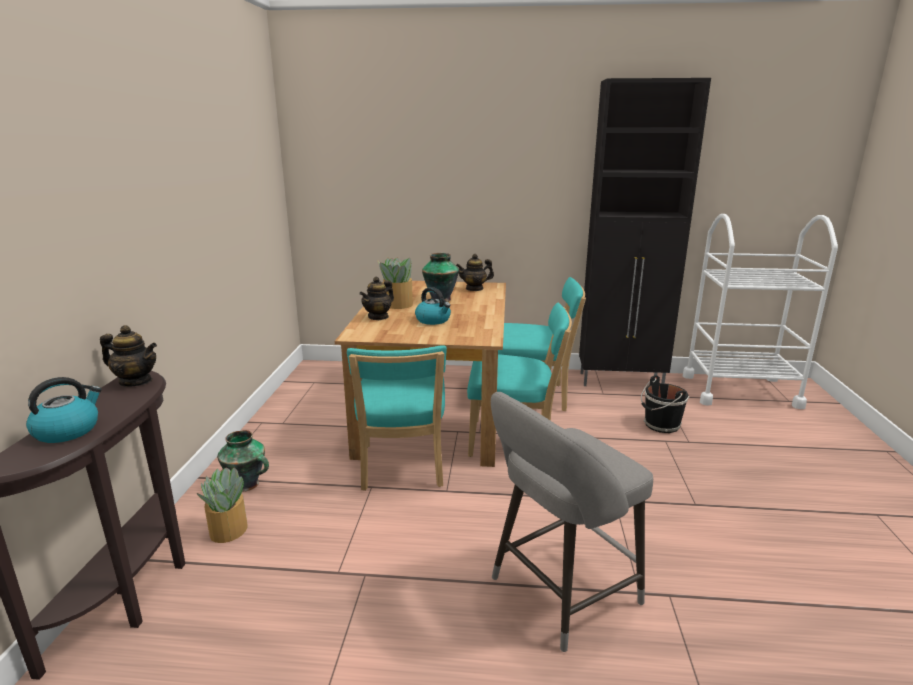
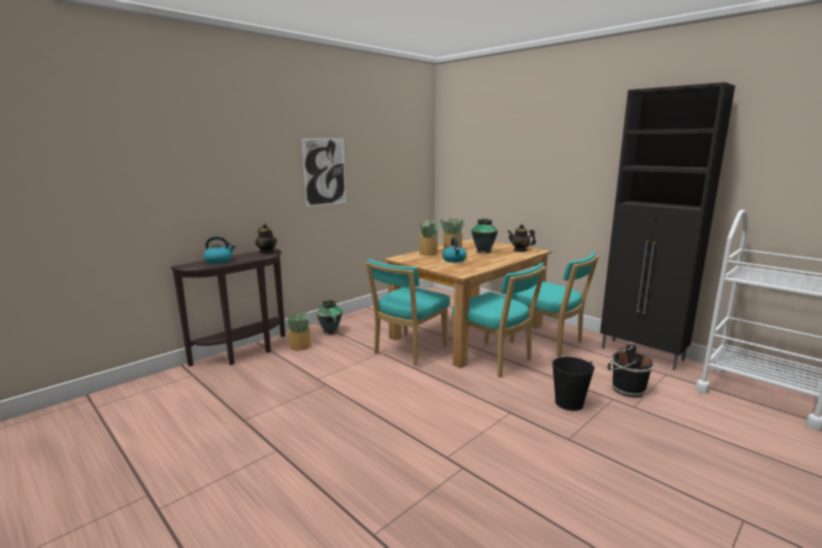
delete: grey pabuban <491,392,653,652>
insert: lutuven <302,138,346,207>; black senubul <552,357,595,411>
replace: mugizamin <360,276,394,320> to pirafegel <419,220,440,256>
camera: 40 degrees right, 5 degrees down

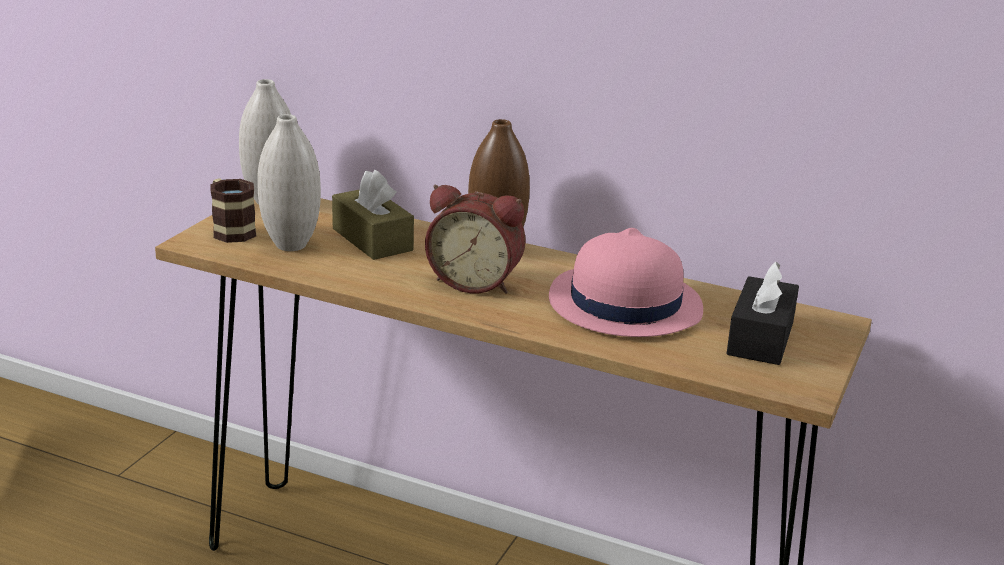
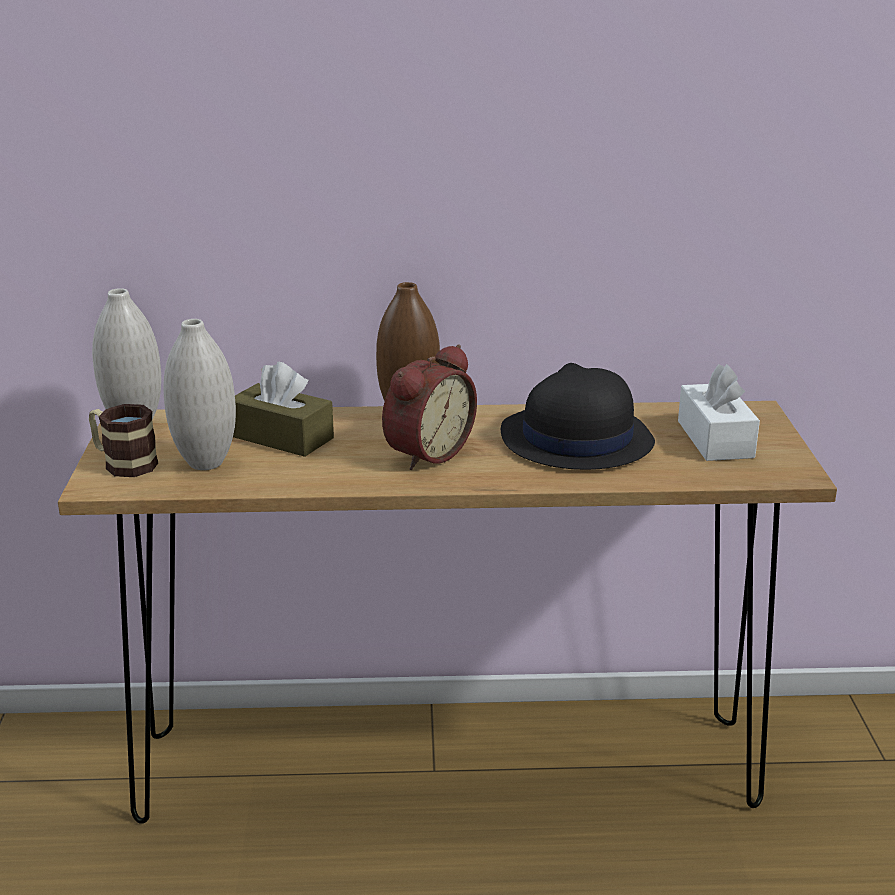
recolor: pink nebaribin <549,228,703,337> to black nebaribin <501,363,655,470>; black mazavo <726,262,799,365> to white mazavo <678,364,760,461>
rotate: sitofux <425,185,526,294> = <382,344,477,470> 45 degrees counterclockwise
camera: 25 degrees left, 0 degrees up

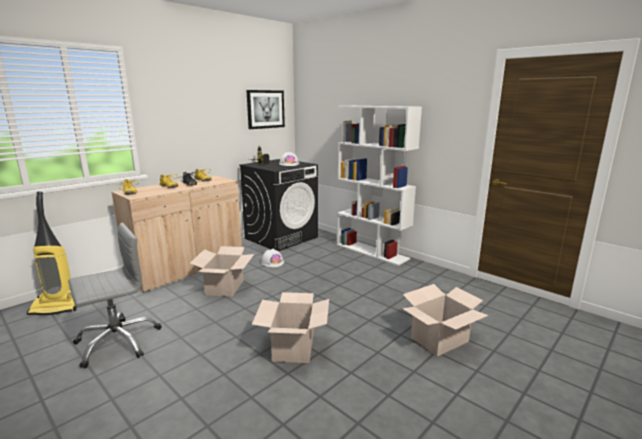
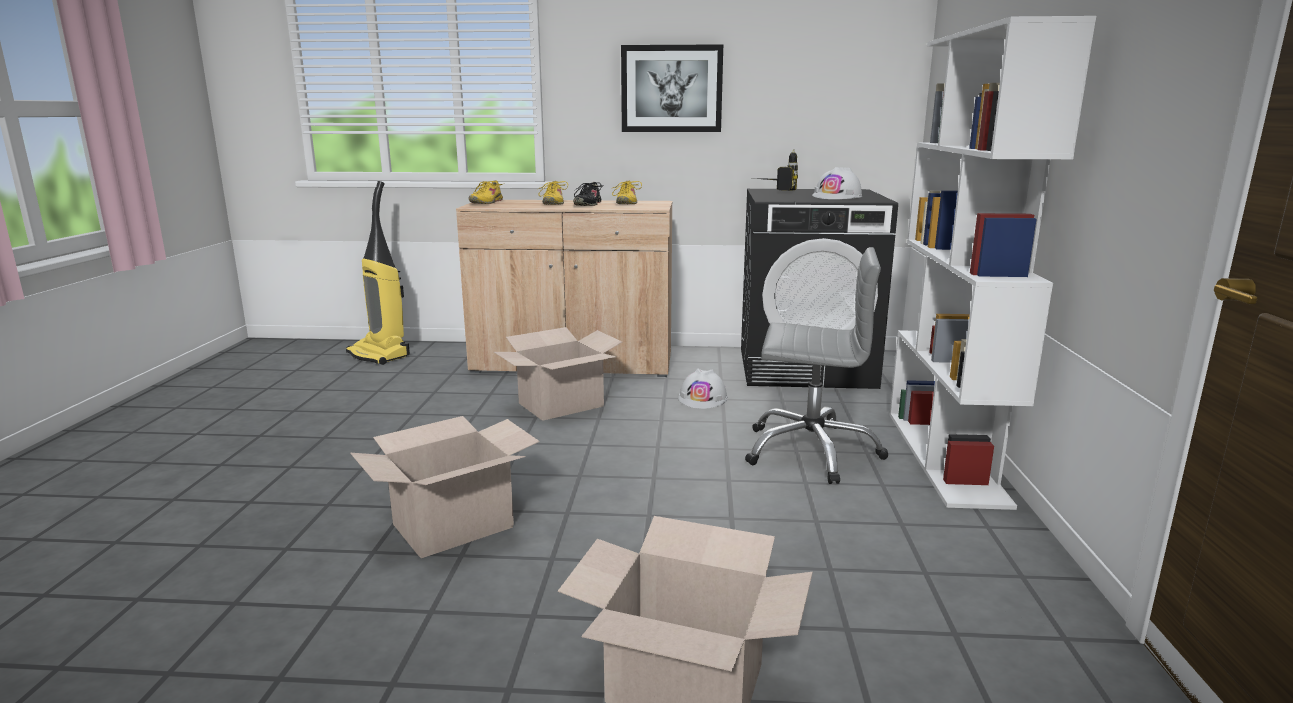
move: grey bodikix <68,223,161,369> to <745,247,889,484>; lutuven <246,90,285,129> to <621,44,723,132>
camera: 50 degrees right, 0 degrees up

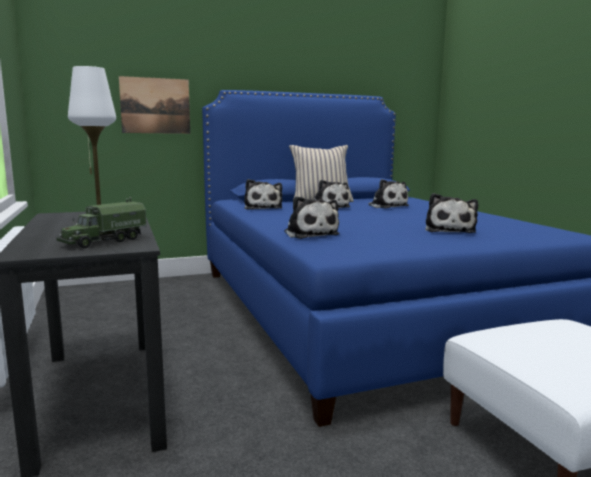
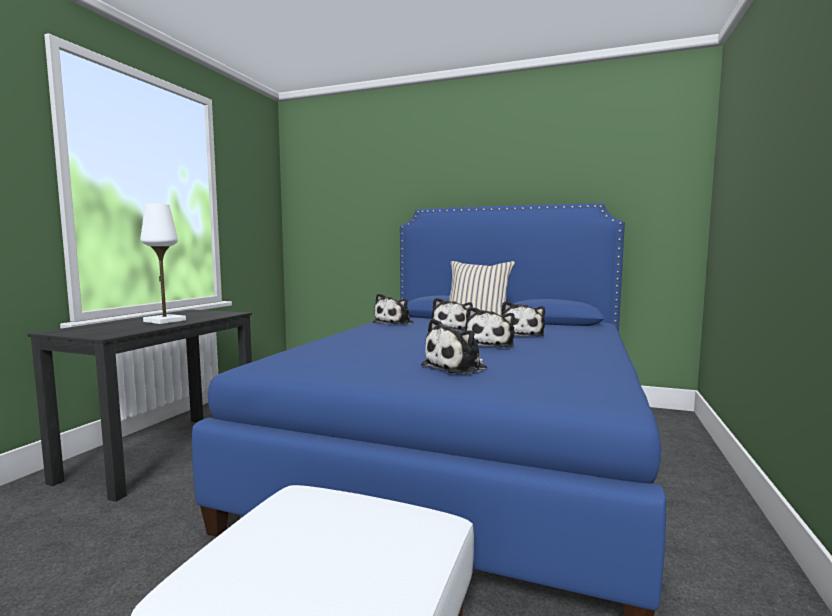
delete: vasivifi <57,197,147,248>; lutuven <119,76,190,134>
move: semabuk <284,196,340,239> to <465,307,515,347>
camera: 40 degrees right, 5 degrees down

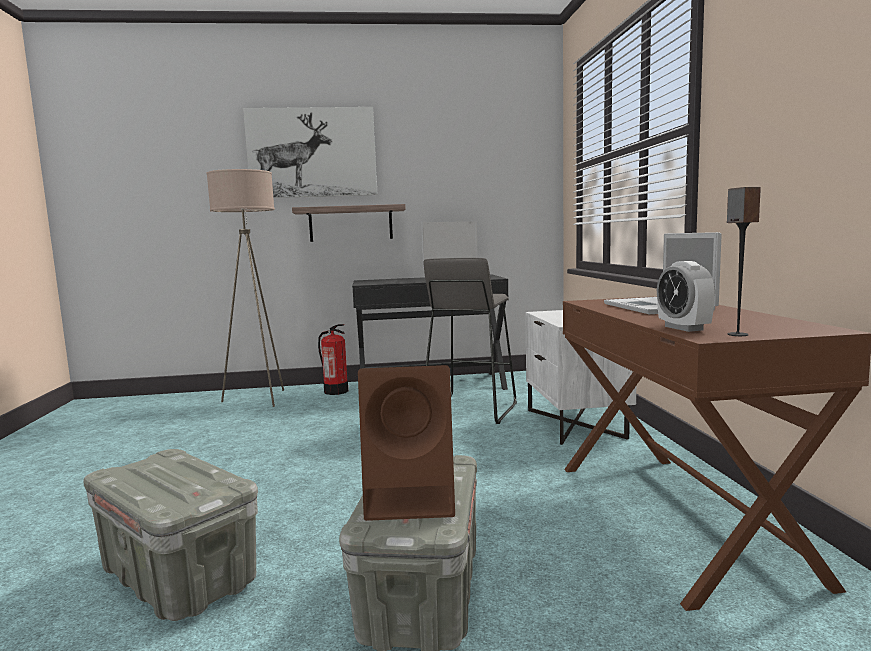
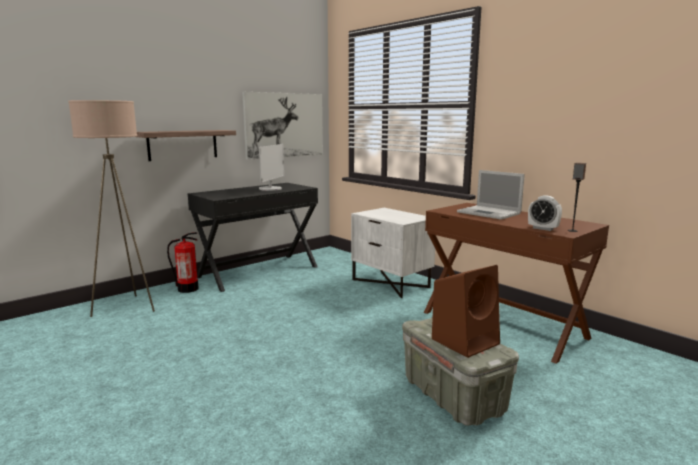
delete: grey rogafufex <83,449,258,621>; grey pabuban <423,258,517,424>
move: lutuven <243,107,378,198> to <242,92,323,160>
camera: 35 degrees left, 5 degrees up

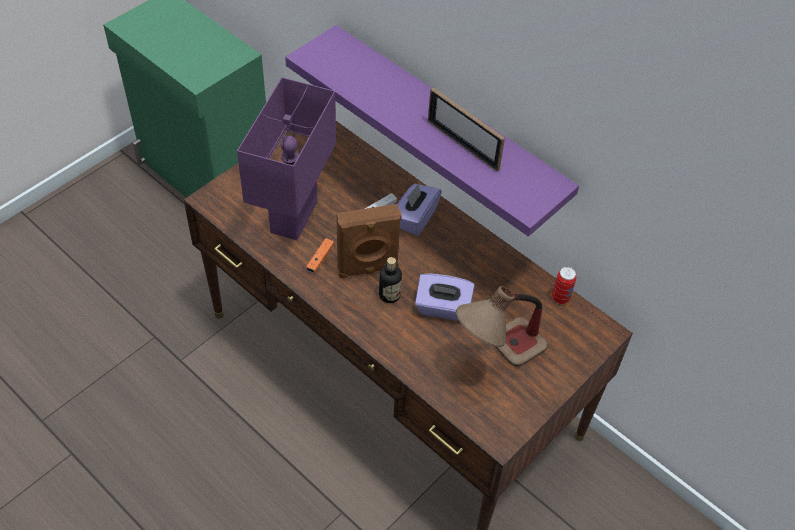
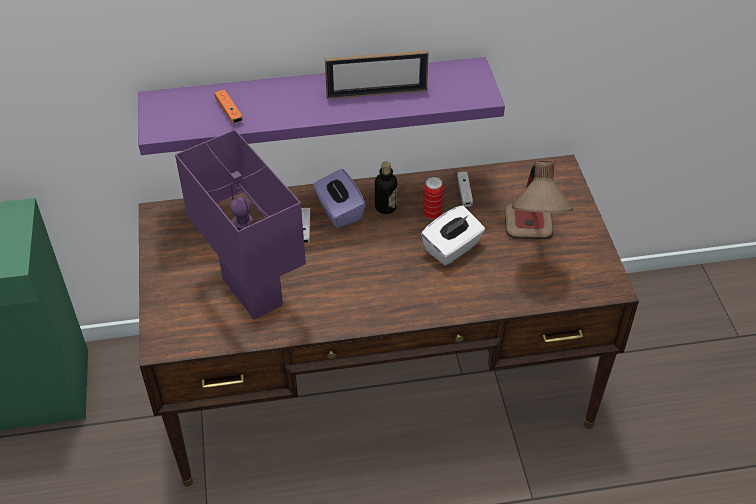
delete: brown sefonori <337,204,402,278>
insert: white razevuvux <457,172,473,207>
move: orange razevuvux <306,238,334,273> to <214,89,243,124>; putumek <379,257,402,303> to <375,162,397,214>; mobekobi <552,267,576,304> to <423,177,444,219>
recolor: purple mazavo <415,273,474,321> to white mazavo <421,205,485,266>
camera: 50 degrees left, 5 degrees down

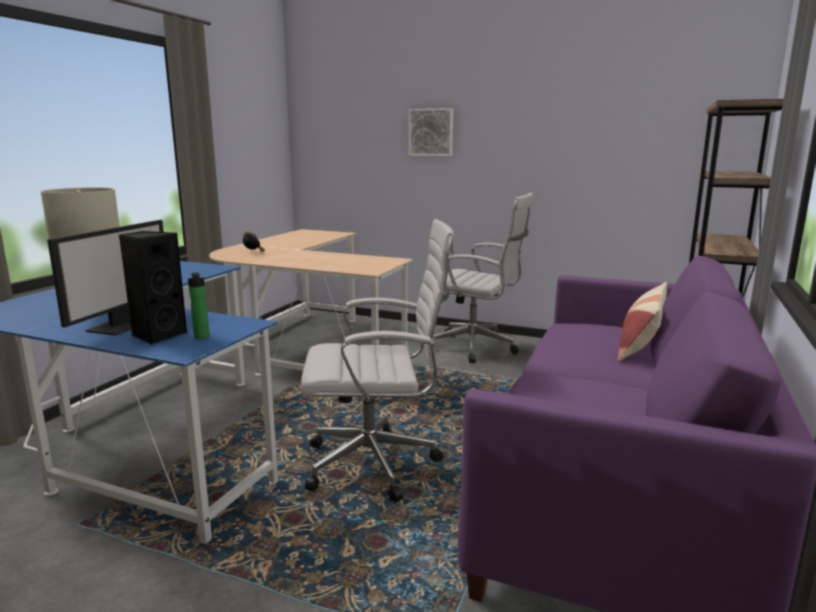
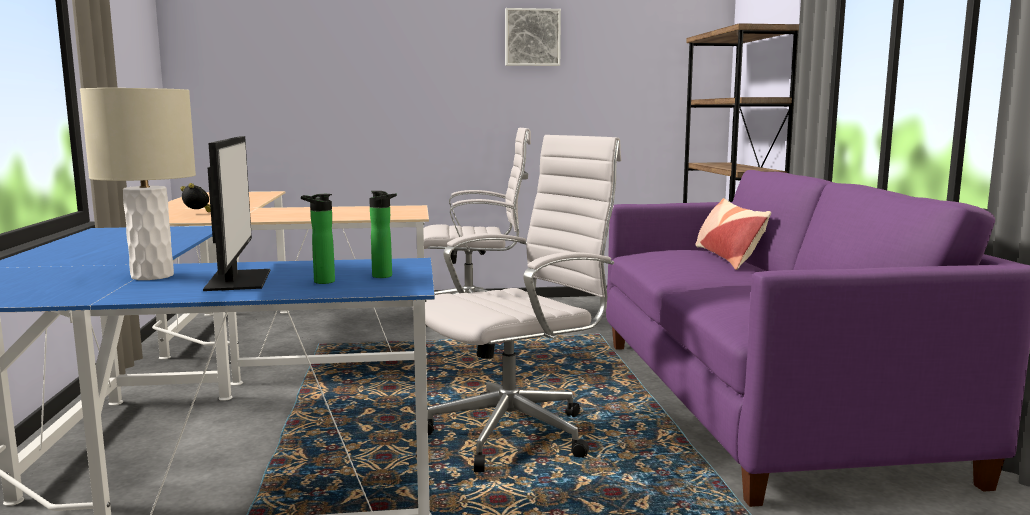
move: lutuven <409,108,453,156> to <505,8,561,66>
replace: black sefonori <119,231,187,345> to putumek <301,194,335,284>
camera: 30 degrees left, 5 degrees down

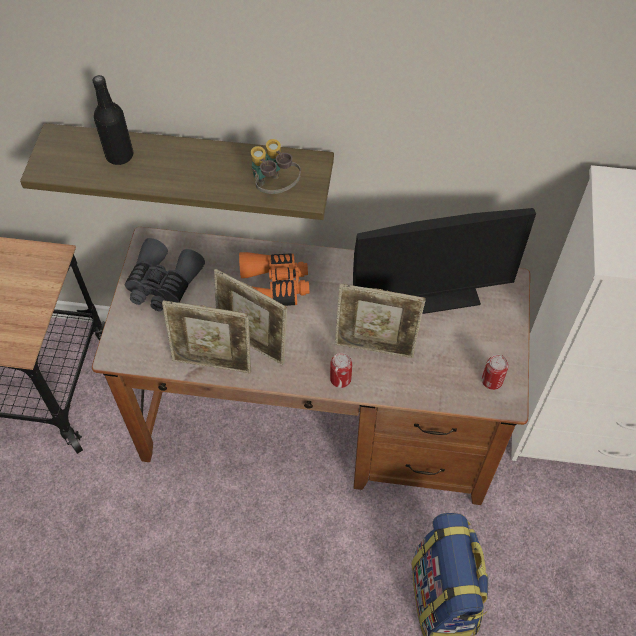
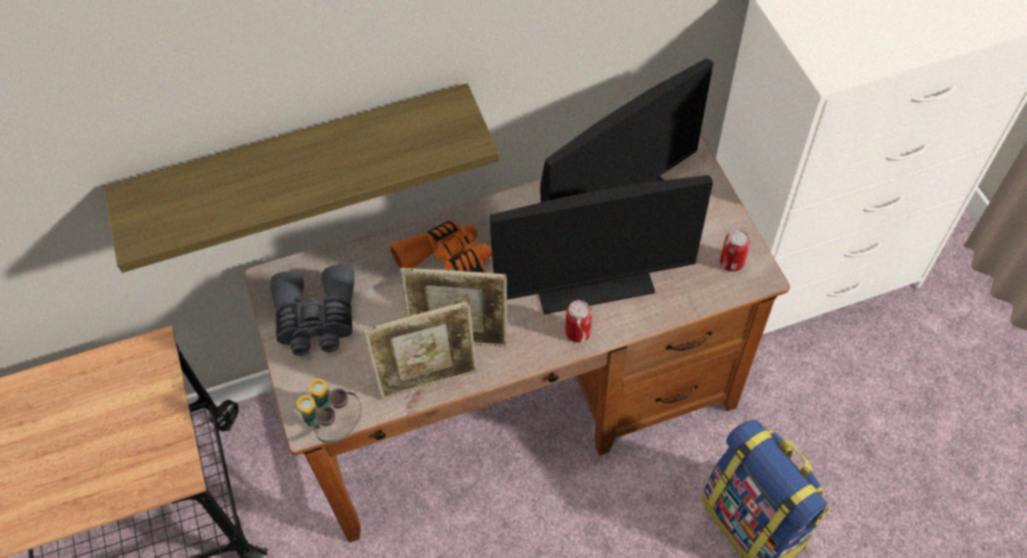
delete: black putumek <92,75,134,165>
move: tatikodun <251,139,301,194> to <297,378,362,443>
replace: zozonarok <335,283,426,358> to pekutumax <490,175,713,314>
camera: 25 degrees left, 0 degrees up

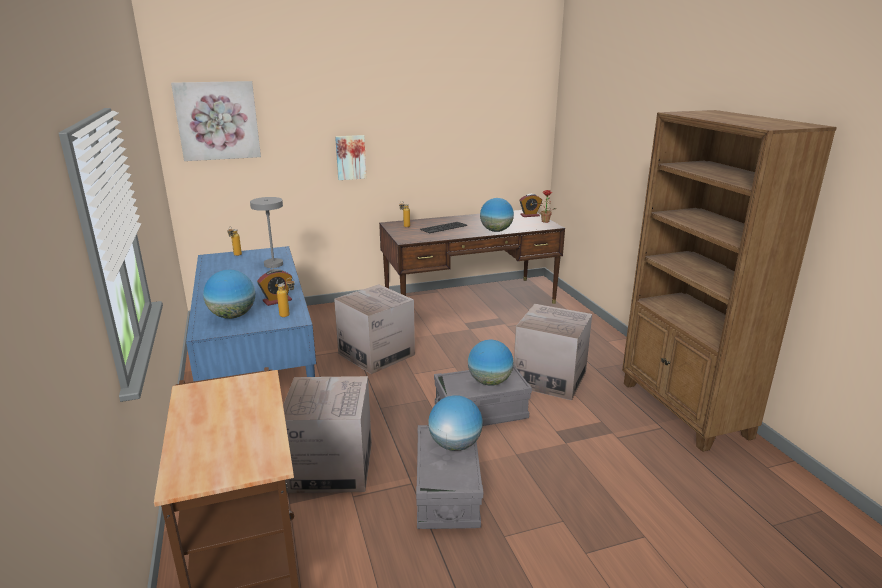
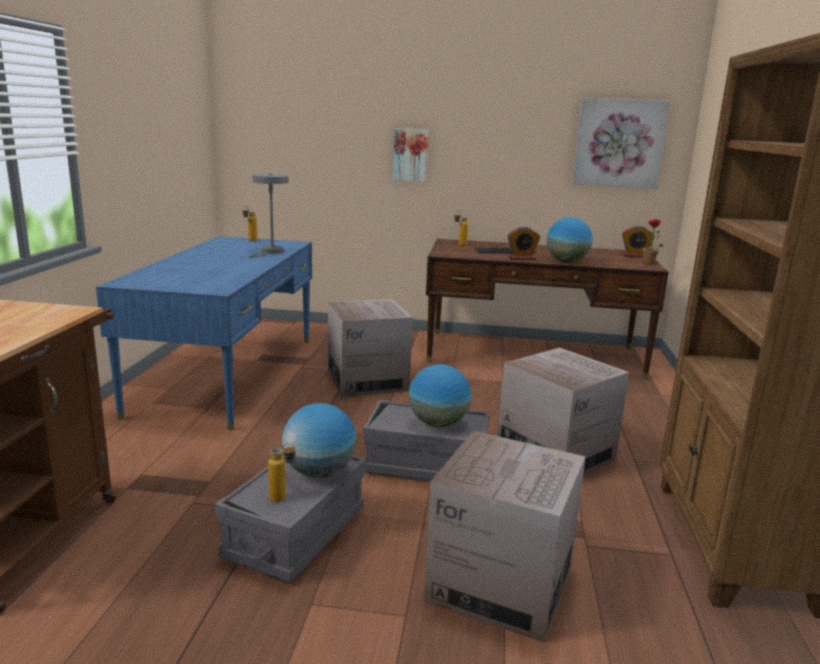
delete: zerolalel <203,269,255,319>
move: lutuven <171,81,261,161> to <572,97,670,189>; sitofux <257,269,292,306> to <507,227,540,260>; putumek <277,278,295,317> to <268,443,296,502>; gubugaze <283,376,372,493> to <424,431,586,642>
camera: 25 degrees right, 5 degrees down

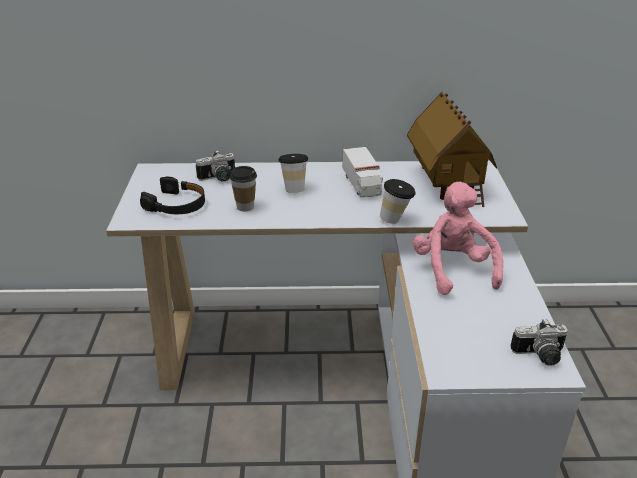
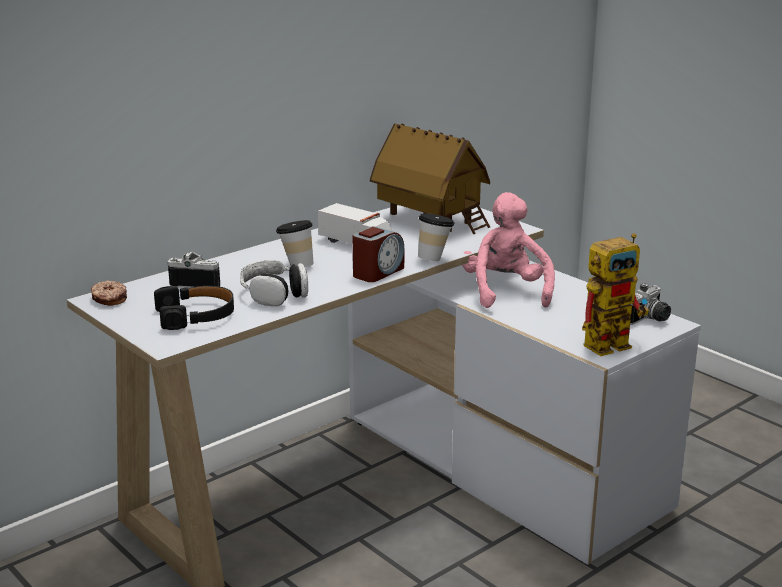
insert: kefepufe <91,280,127,306>; sitofux <353,226,404,282>; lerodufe <582,233,649,356>
replace: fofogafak <229,166,257,211> to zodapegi <240,260,308,306>
rotate: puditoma <196,150,235,182> = <168,252,220,288> 105 degrees counterclockwise; pink semabuk <413,182,503,295> = <462,192,555,308> 45 degrees clockwise
camera: 40 degrees left, 10 degrees down

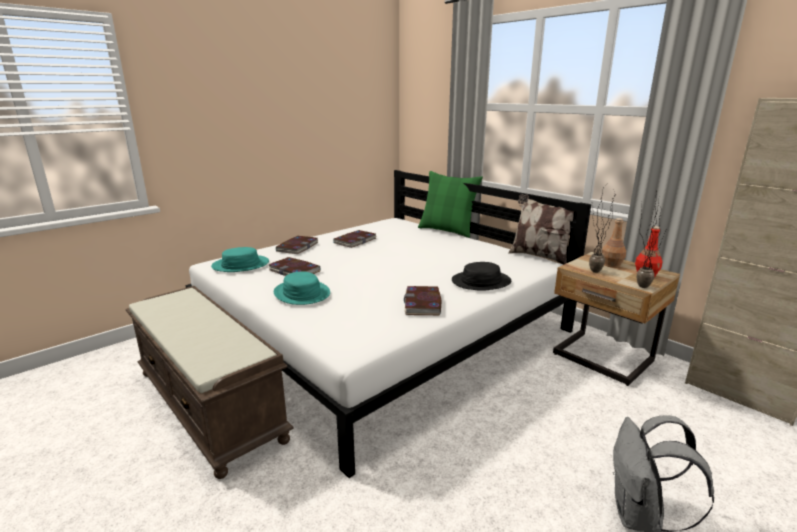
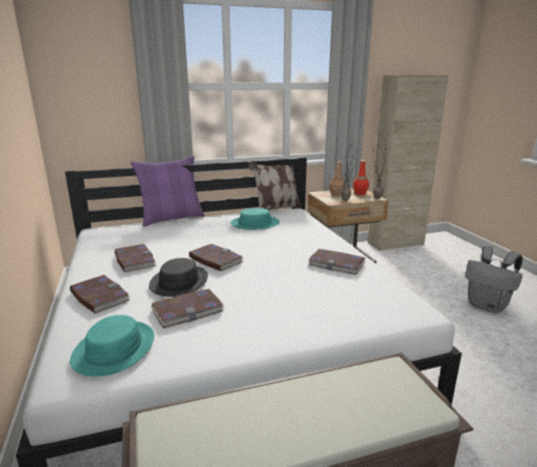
insert: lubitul <189,244,243,271>
move: turquoise nebaribin <274,271,330,305> to <231,208,279,230>; black nebaribin <452,262,511,291> to <149,258,208,297>
recolor: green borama <418,171,483,238> to purple borama <131,156,205,227>
camera: 65 degrees left, 0 degrees up

